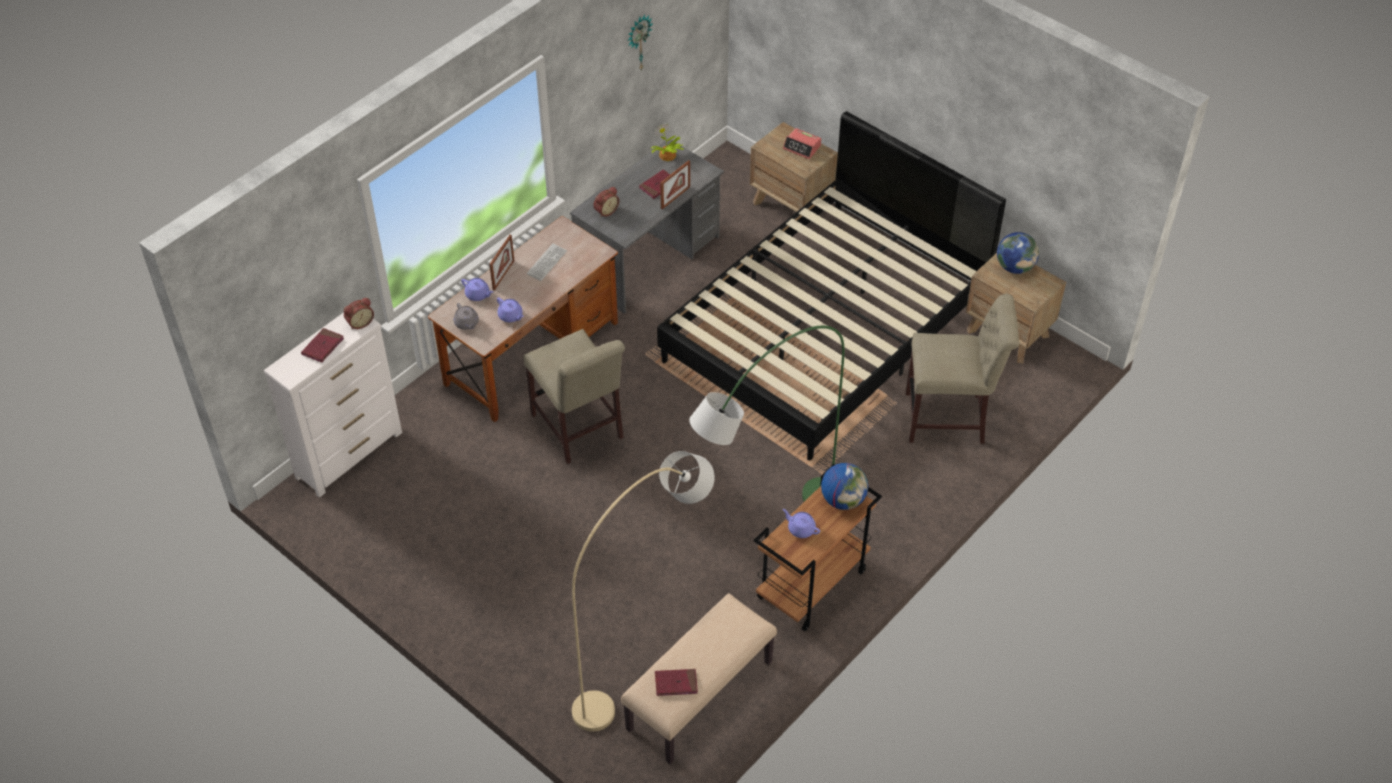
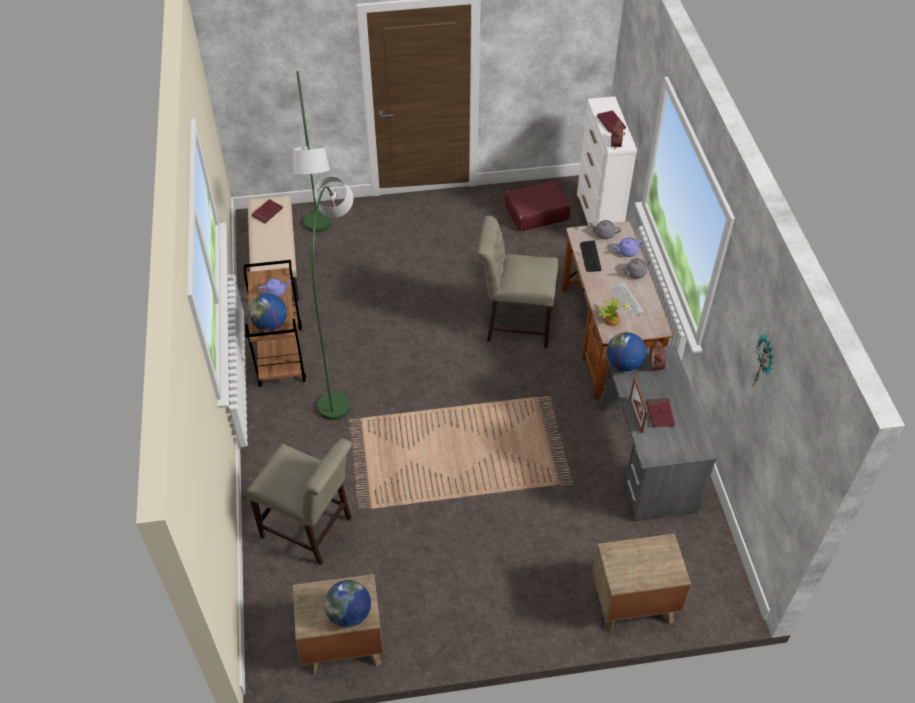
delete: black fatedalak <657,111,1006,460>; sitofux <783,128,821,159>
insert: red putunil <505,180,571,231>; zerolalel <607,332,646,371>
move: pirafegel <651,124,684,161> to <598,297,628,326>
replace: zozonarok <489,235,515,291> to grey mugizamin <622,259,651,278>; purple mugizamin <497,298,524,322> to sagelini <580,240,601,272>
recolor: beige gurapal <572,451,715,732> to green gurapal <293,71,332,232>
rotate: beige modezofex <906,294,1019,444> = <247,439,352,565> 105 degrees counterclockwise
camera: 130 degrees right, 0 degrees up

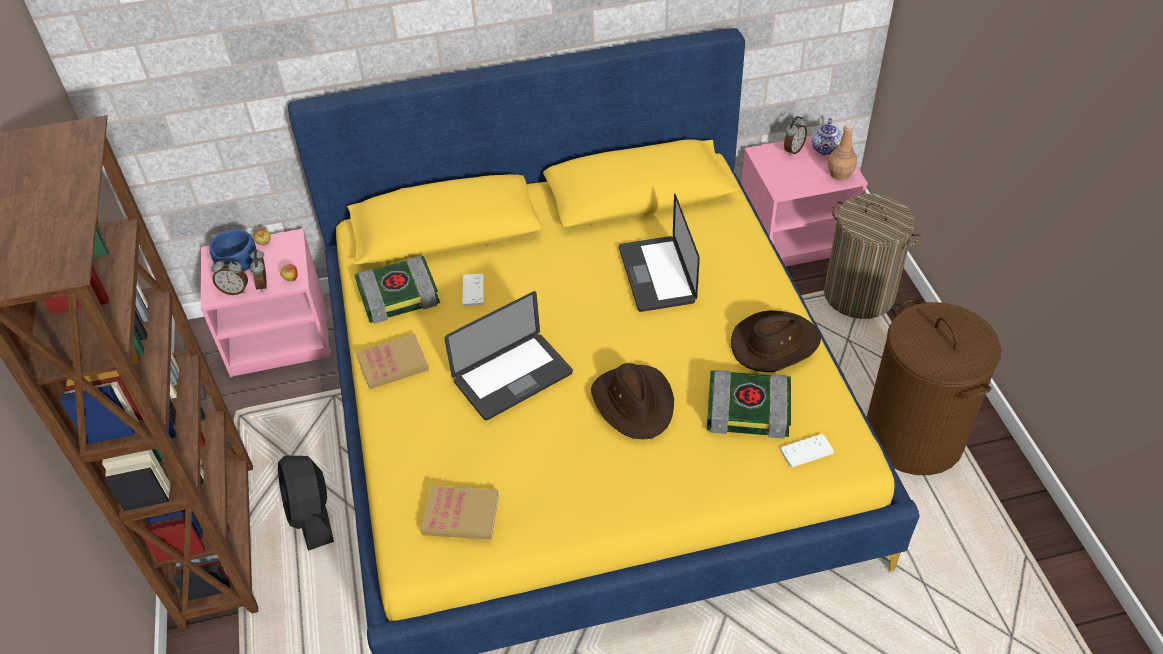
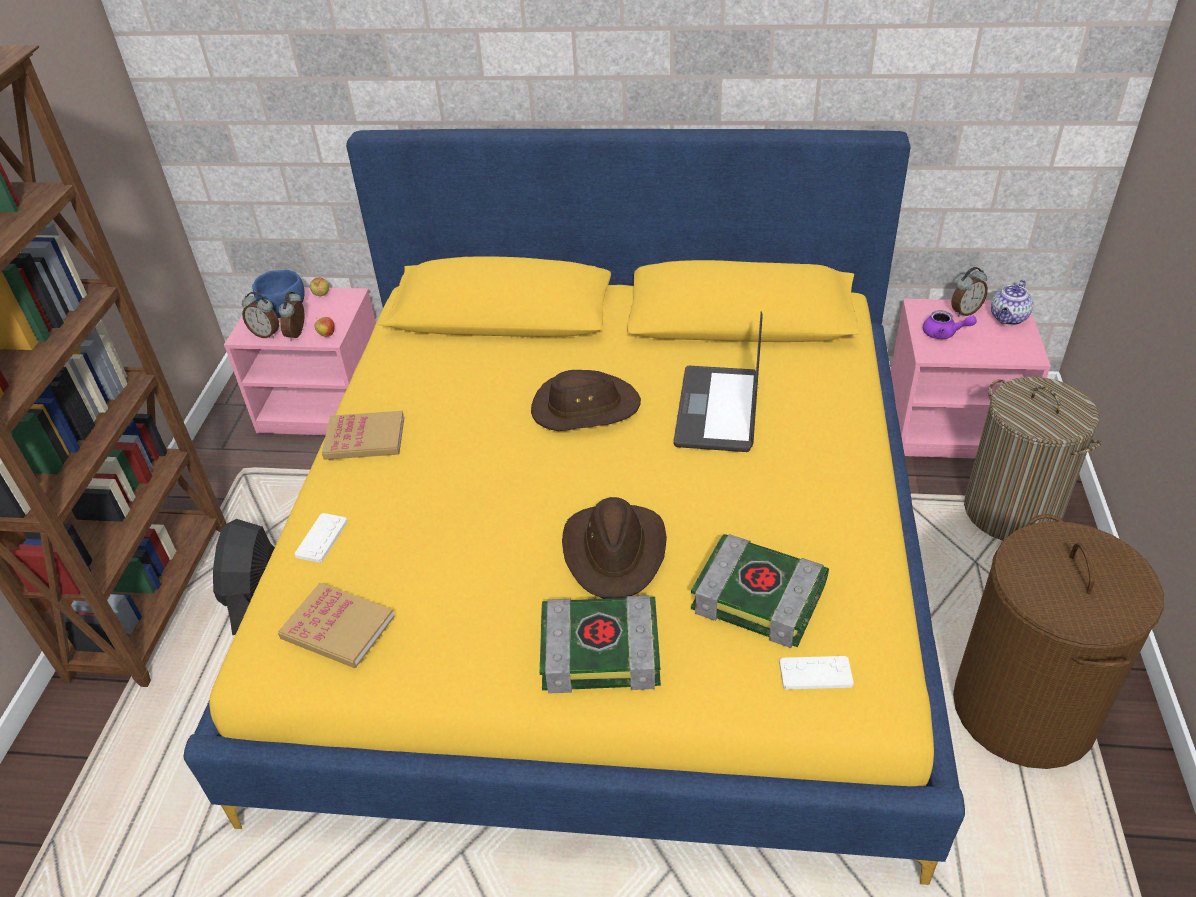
delete: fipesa <444,291,573,420>; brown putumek <828,123,857,181>
insert: purple mugizamin <923,310,977,339>
move: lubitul <355,256,440,324> to <540,595,661,694>; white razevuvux <463,274,484,306> to <294,513,348,563>; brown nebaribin <731,310,821,372> to <531,370,641,431>
camera: 20 degrees right, 5 degrees down

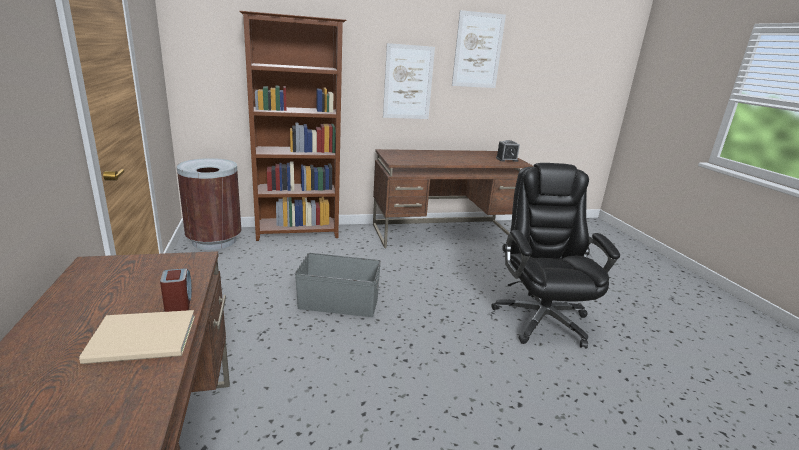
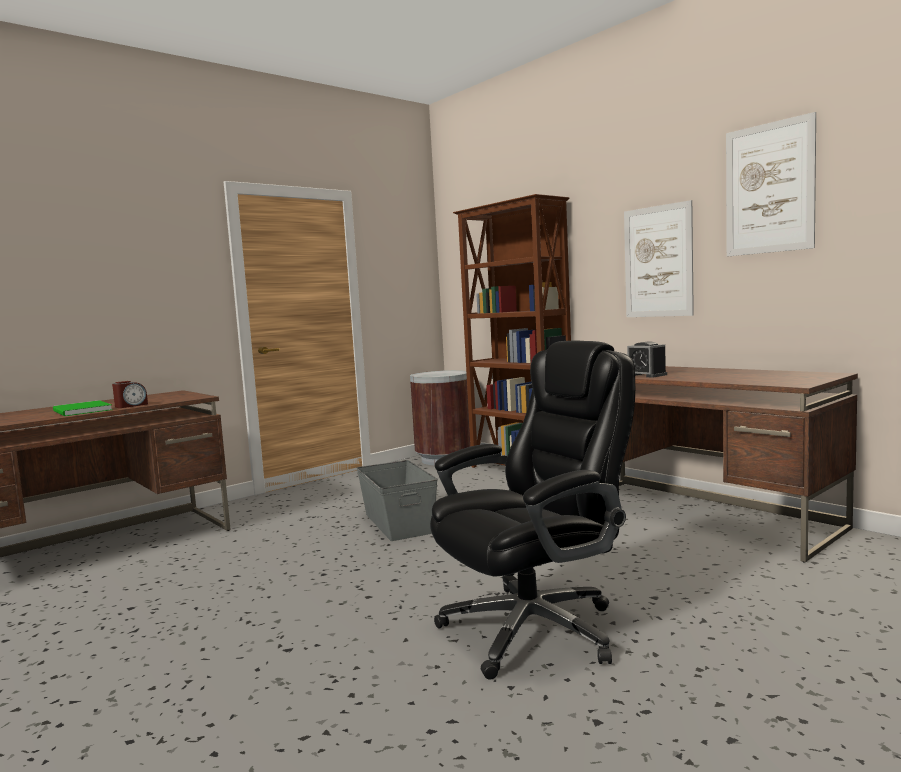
move: sitofux <496,140,520,162> to <627,341,667,377>
recolor: beige lubitul <79,310,195,364> to green lubitul <53,400,112,416>
camera: 65 degrees right, 15 degrees down

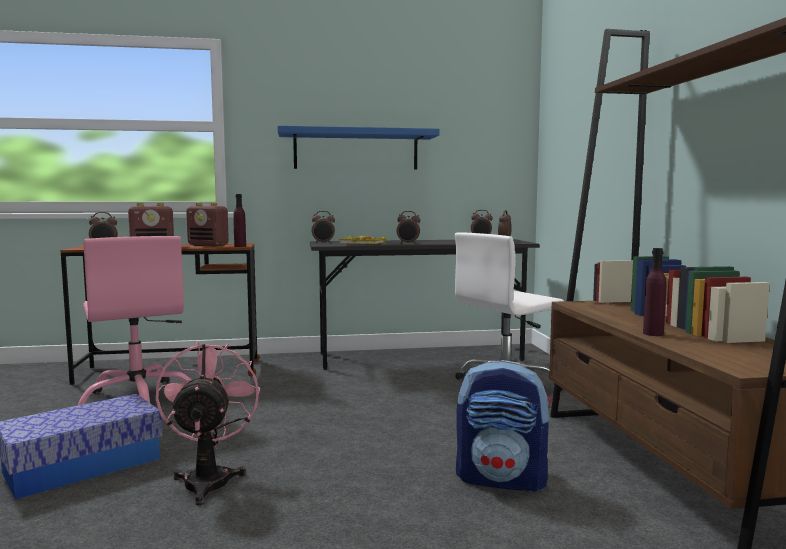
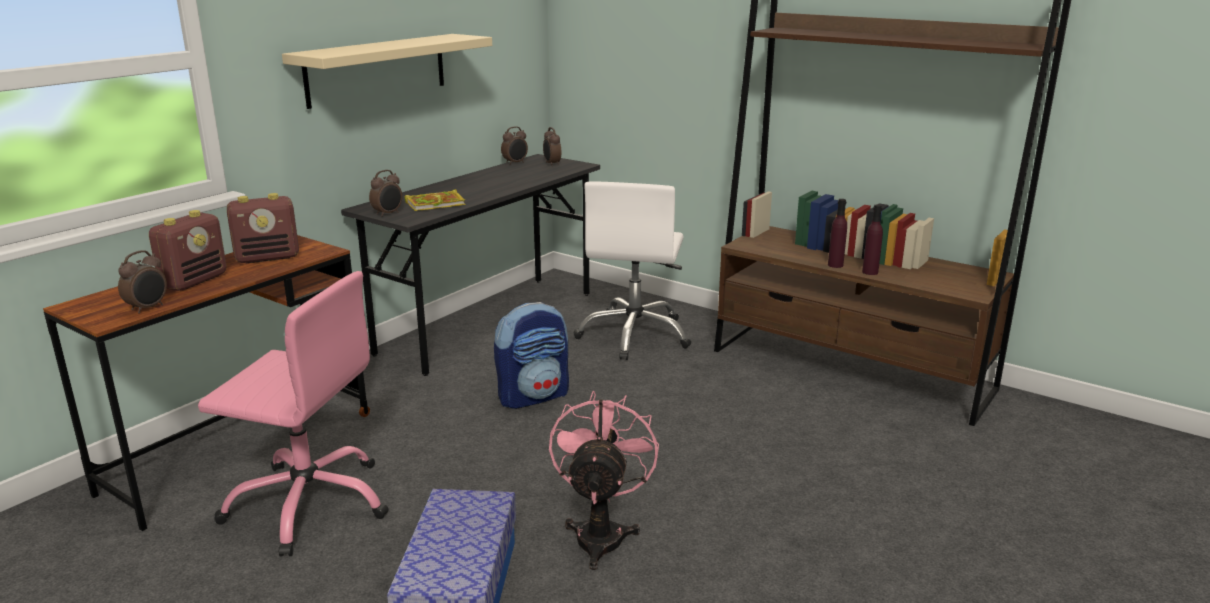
delete: sitofux <397,211,420,244>
move: purple putumek <233,194,246,247> to <828,199,847,268>; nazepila <456,360,552,492> to <494,302,569,409>
recolor: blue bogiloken <278,126,440,170> to beige bogiloken <282,34,492,109>
rotate: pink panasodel <156,342,260,505> = <549,391,659,570> 60 degrees clockwise
camera: 45 degrees left, 15 degrees up

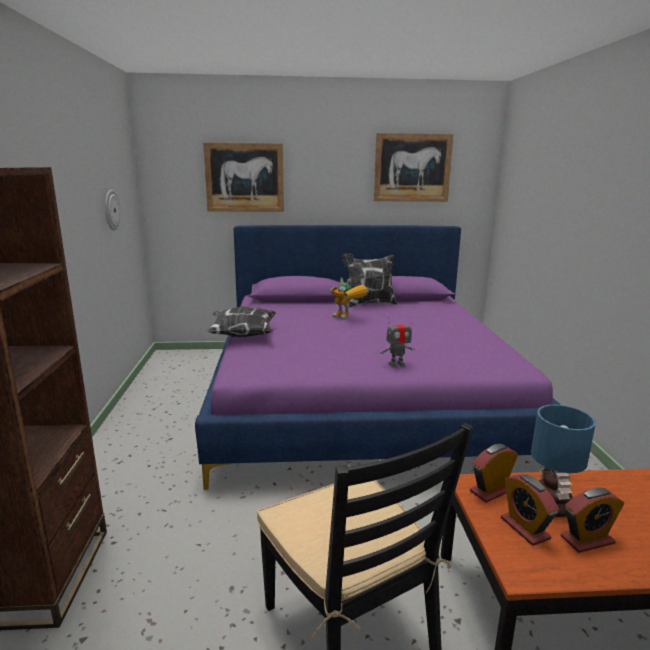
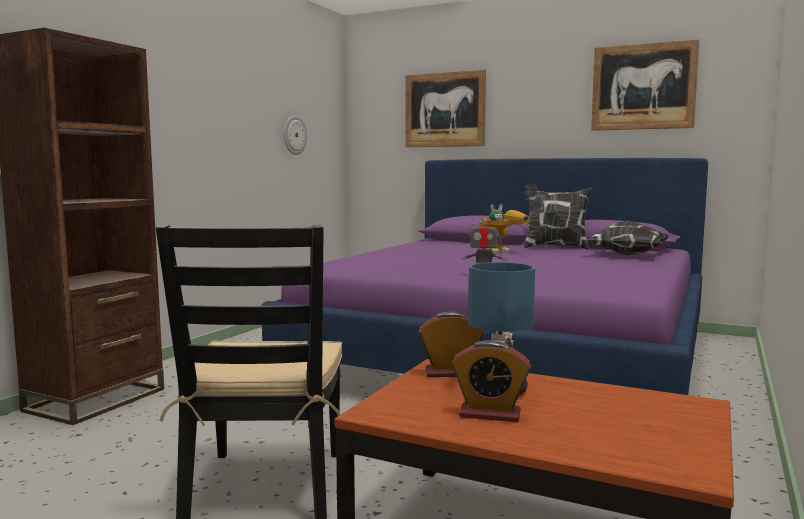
delete: sitofux <501,474,559,546>
move: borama <207,306,276,337> to <587,221,669,255>
rotate: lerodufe <330,278,369,320> = <479,204,530,254> 90 degrees counterclockwise
camera: 30 degrees right, 10 degrees down

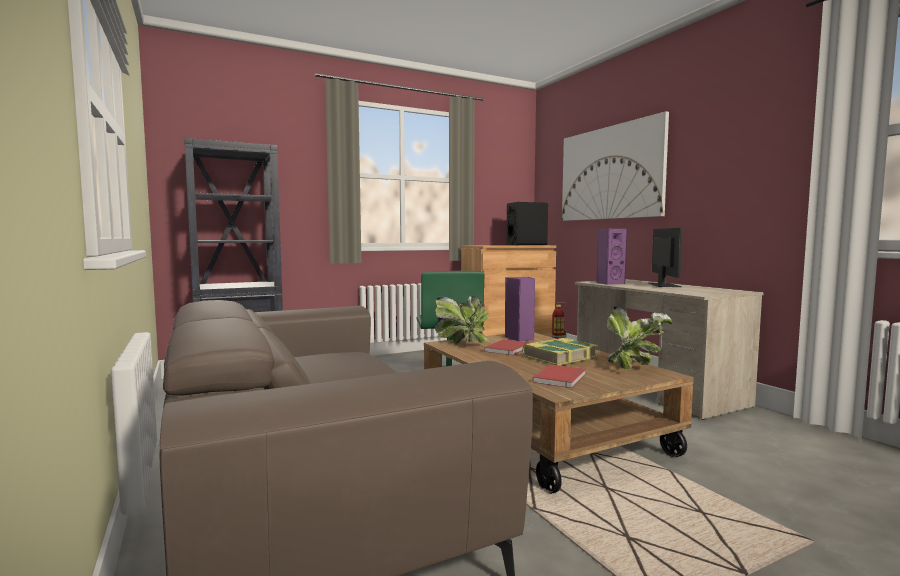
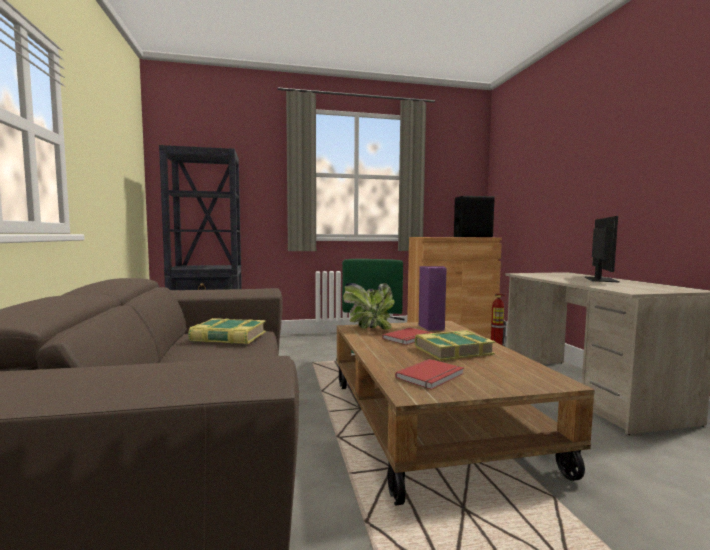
delete: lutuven <562,111,669,221>; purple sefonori <597,229,627,285>; pirafegel <607,306,672,369>
insert: lubitul <188,318,266,344>
camera: 15 degrees right, 0 degrees up

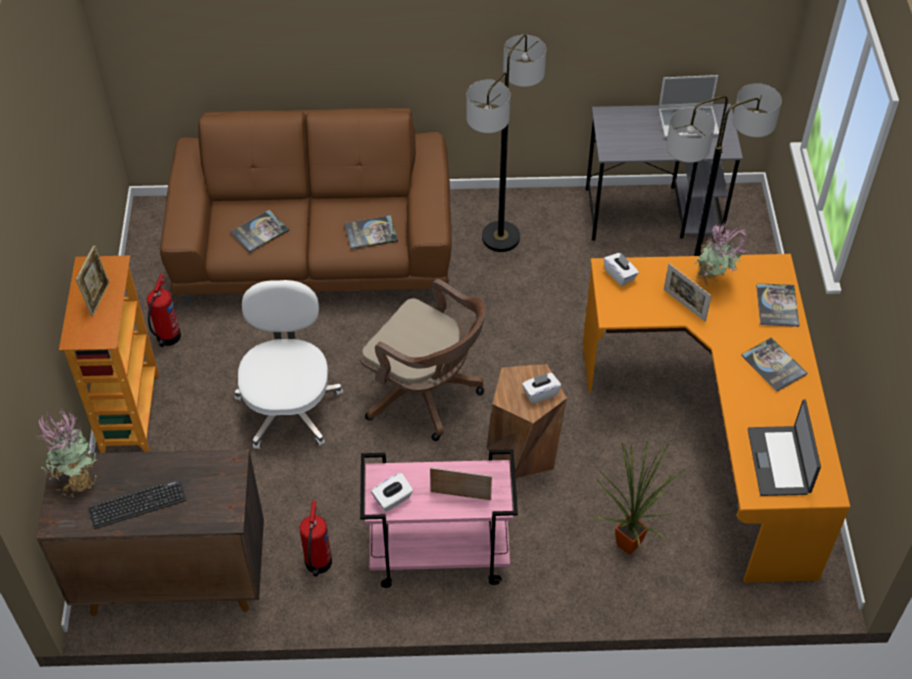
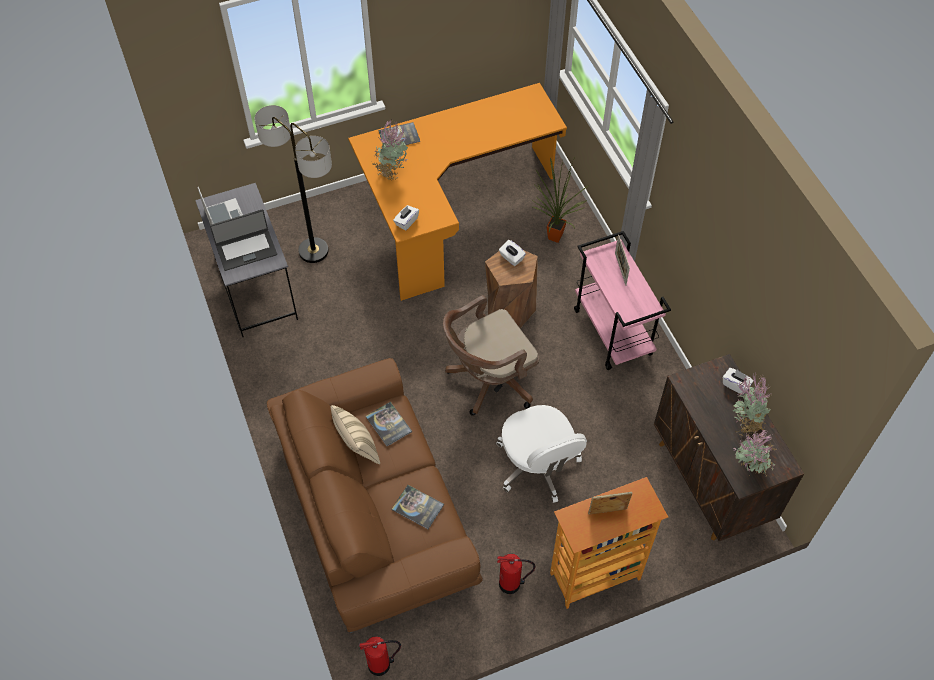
delete: gurapal <466,34,546,252>; zozonarok <664,263,712,322>; lubitul <741,337,807,392>
insert: beige borama <331,405,380,464>
move: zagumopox <300,500,332,577> to <359,636,401,676>; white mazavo <371,473,413,511> to <723,368,753,395>; fipesa <748,399,821,496> to <210,209,277,271>
replace: sagelini <89,479,186,529> to pirafegel <732,372,772,437>
rotate: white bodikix <235,280,343,449> = <496,405,587,503> 90 degrees counterclockwise; brown bodikix <360,279,486,441> = <443,295,539,416> 135 degrees counterclockwise
camera: 110 degrees left, 5 degrees up

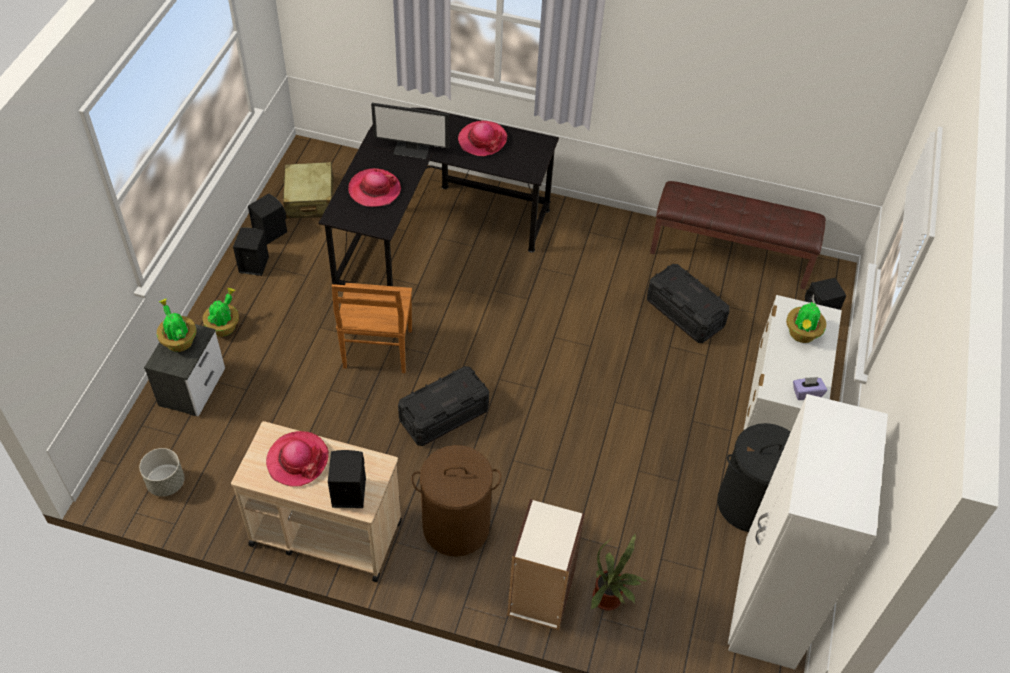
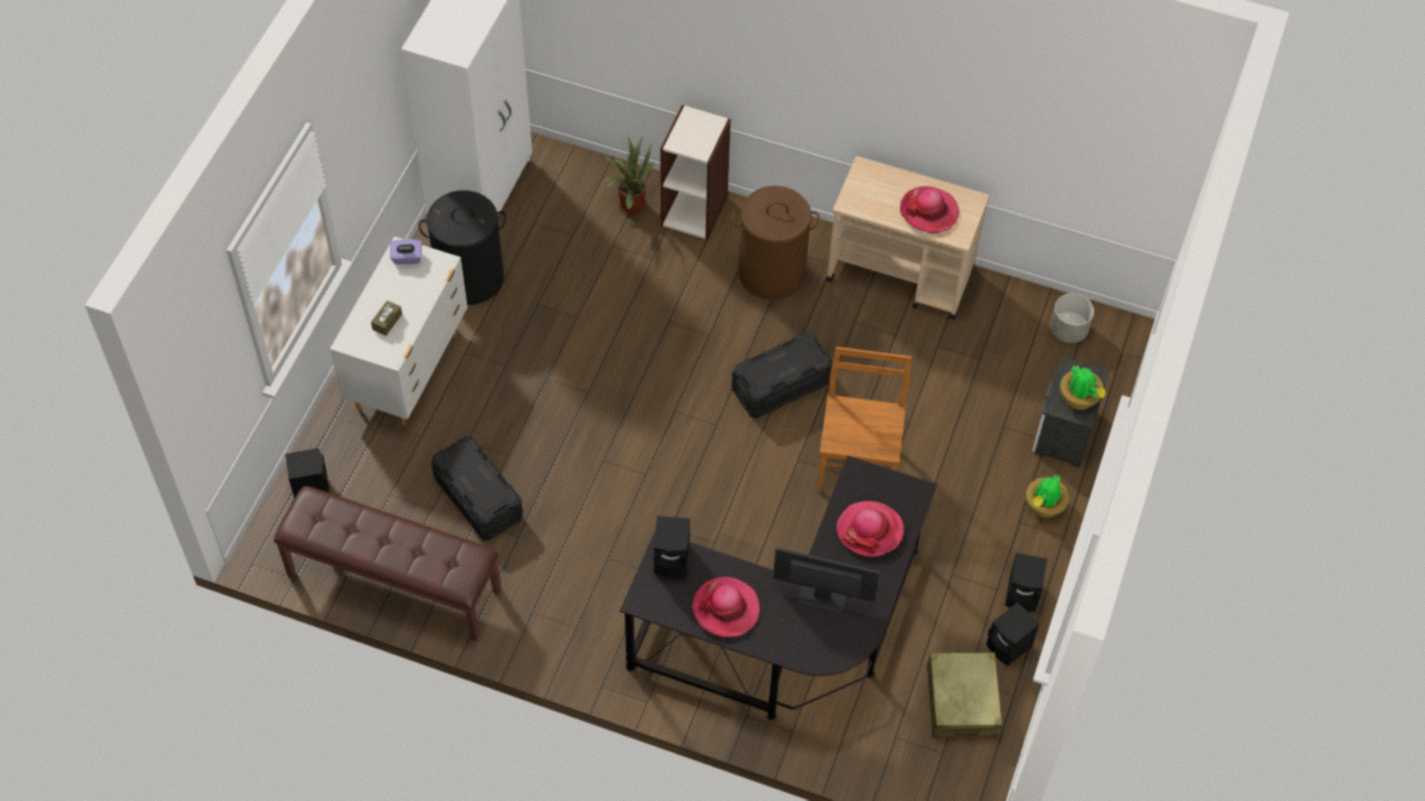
move: black sefonori <328,450,366,508> to <654,516,690,577>
replace: pirafegel <786,301,826,343> to brown mazavo <371,301,402,336>
camera: 175 degrees left, 5 degrees up

